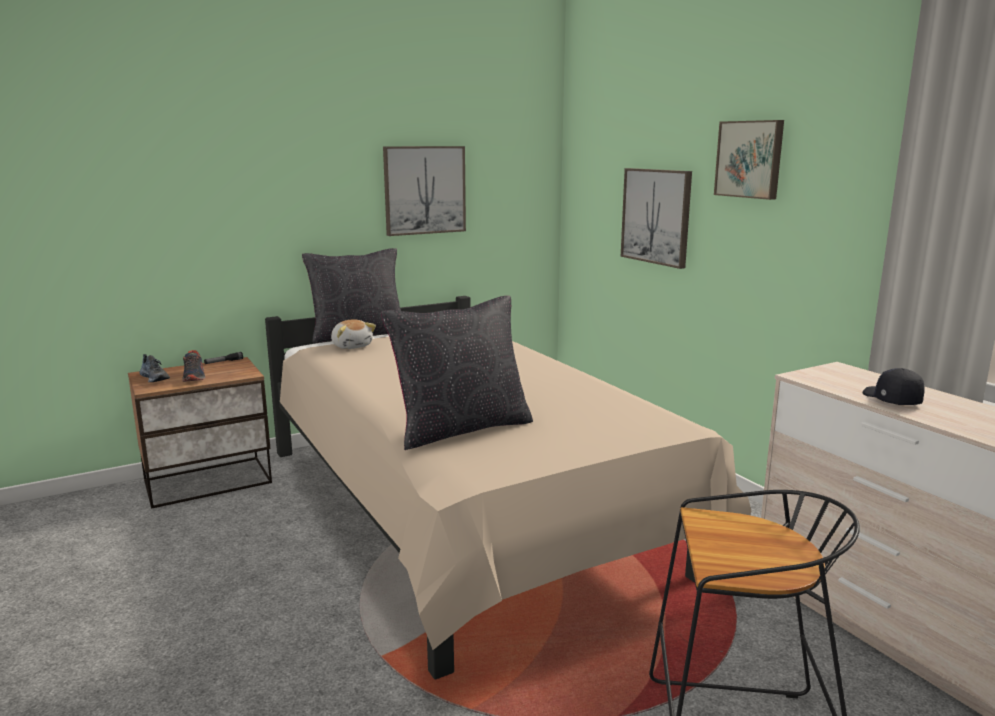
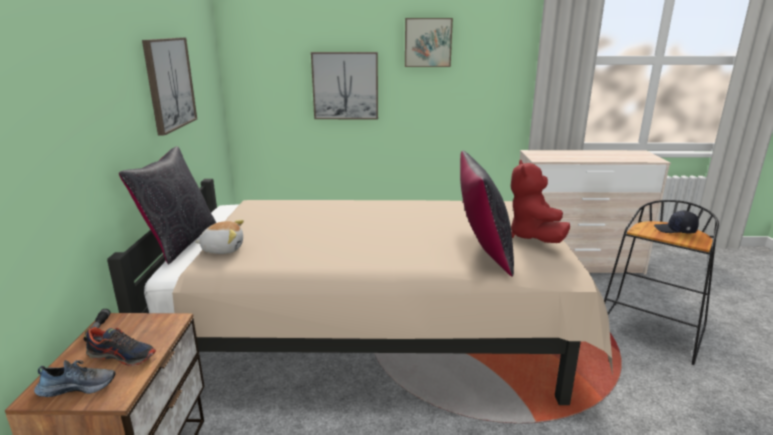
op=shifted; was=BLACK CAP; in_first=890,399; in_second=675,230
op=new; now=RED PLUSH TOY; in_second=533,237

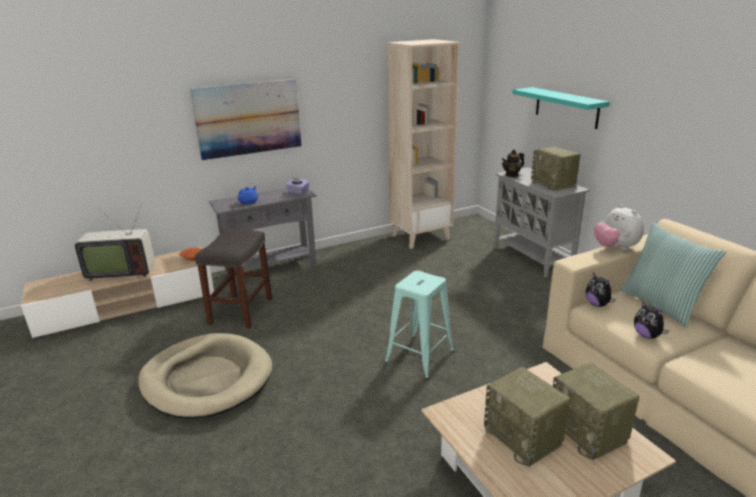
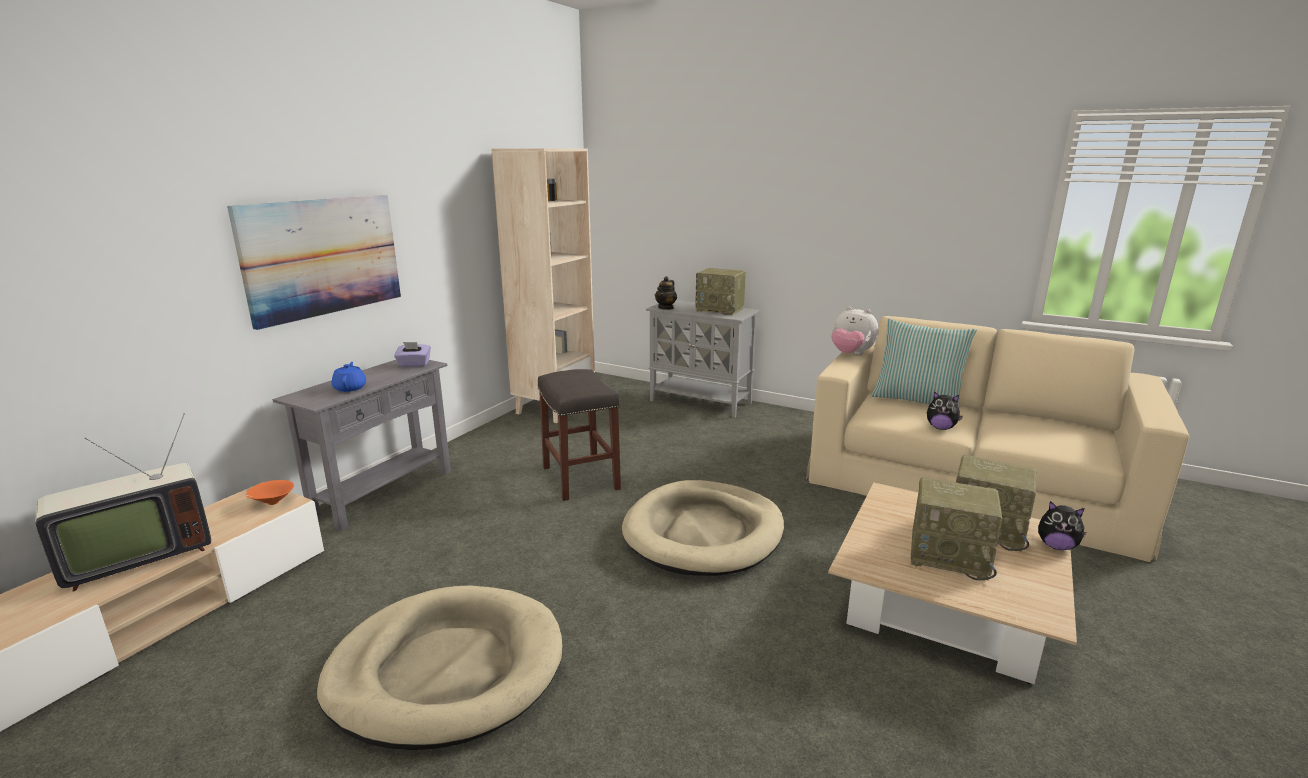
op=shifted; was=GREY STOOL; in_first=241,311; in_second=581,478
op=swapped; was=TURQUOISE STOOL; now=BEIGE DOG BED; in_first=420,356; in_second=704,533
op=gone; was=TURQUOISE SHELF; in_first=566,107
op=shifted; was=PLUSH TOY; in_first=597,304; in_second=1056,546

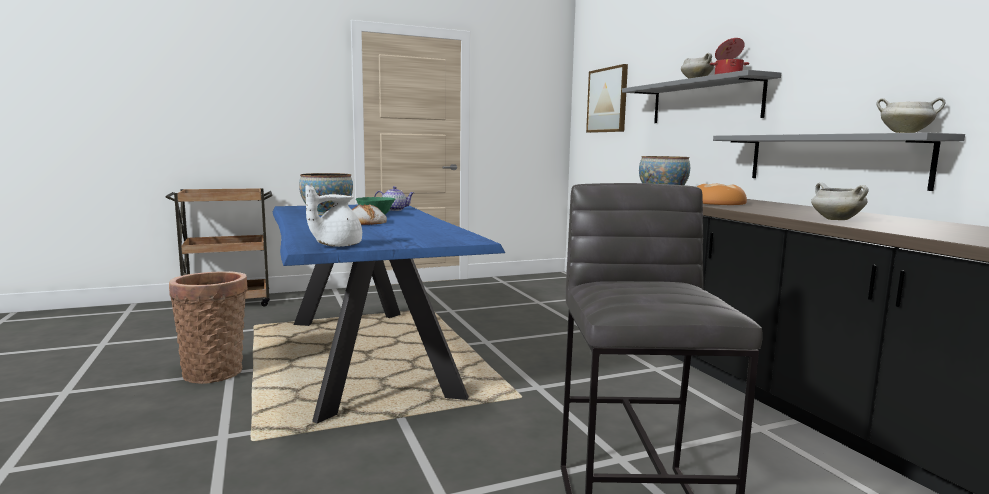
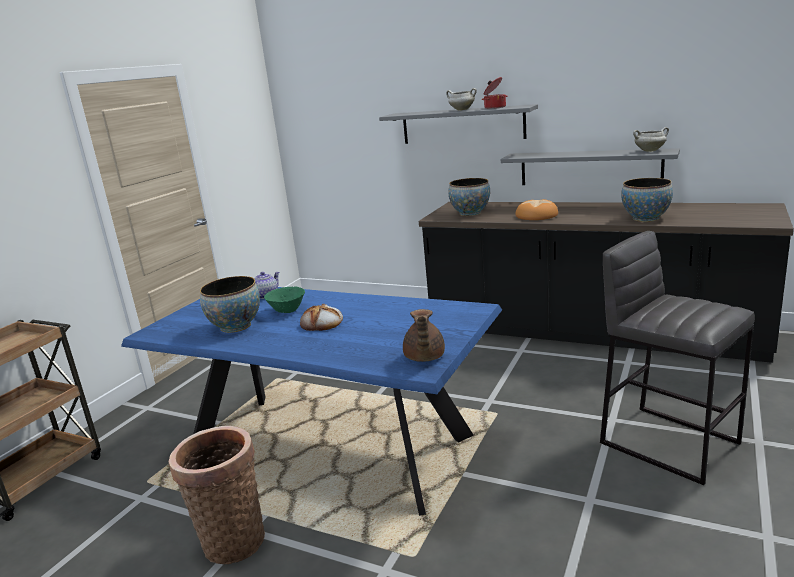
op=repainted; was=WHITE TEAPOT; now=BROWN TEAPOT; in_first=336,245; in_second=424,357
op=gone; was=PICTURE; in_first=607,100
op=swapped; was=WHITE COOKING POT; now=BOWL; in_first=835,219; in_second=645,218

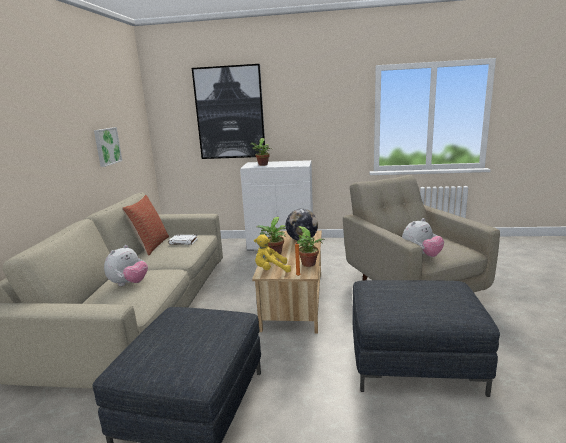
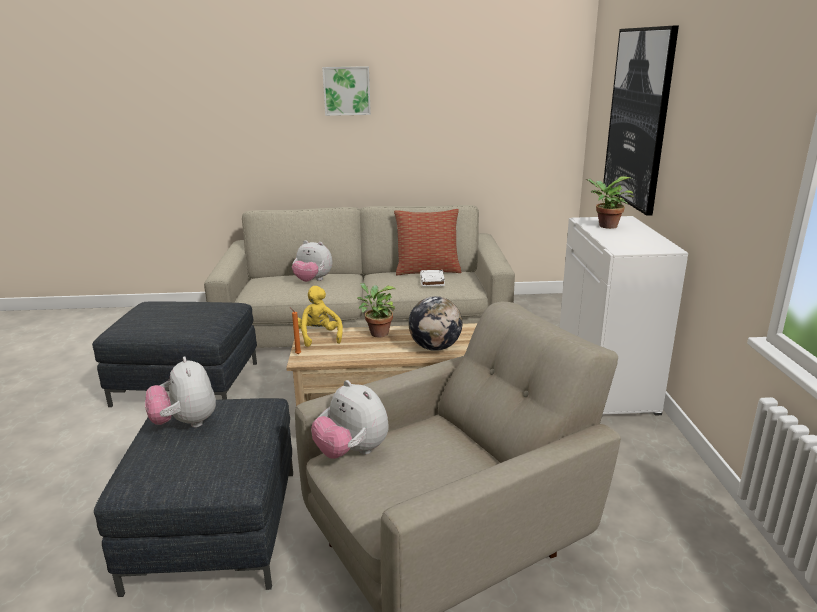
op=shifted; was=PICTURE; in_first=106,146; in_second=347,91
op=gone; was=POTTED PLANT; in_first=310,264
op=new; now=PLUSH TOY; in_second=186,423

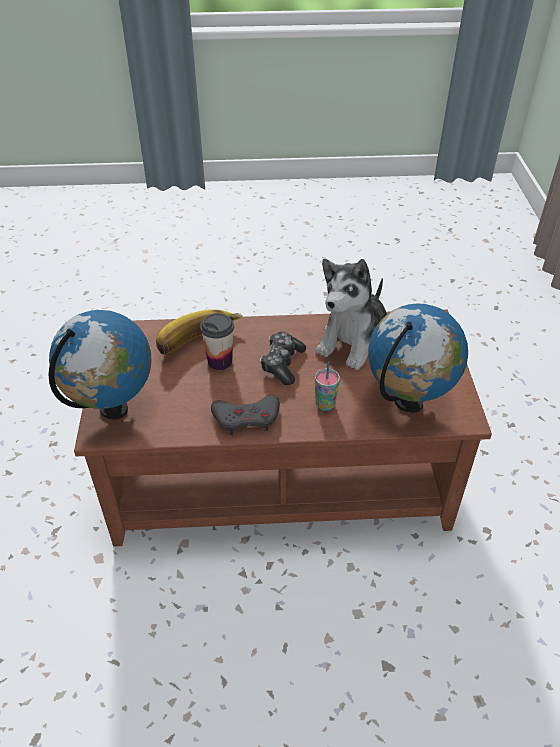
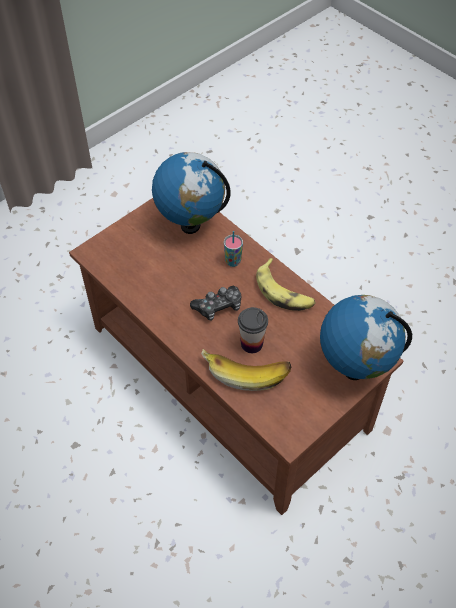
op=swapped; was=GREY GAME CONTROLLER; now=BANANA; in_first=247,418; in_second=284,292
op=gone; was=PLUSH TOY; in_first=354,340

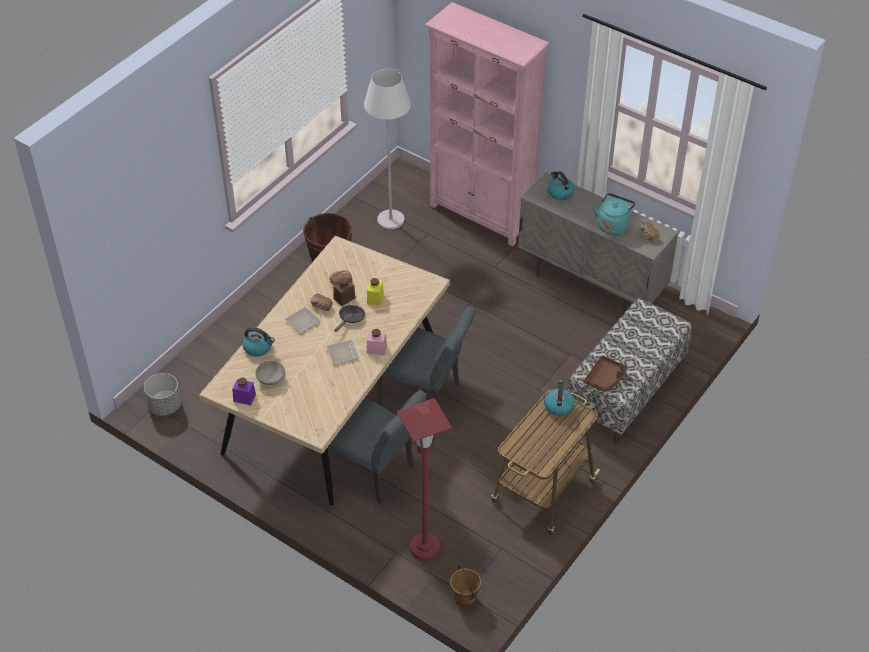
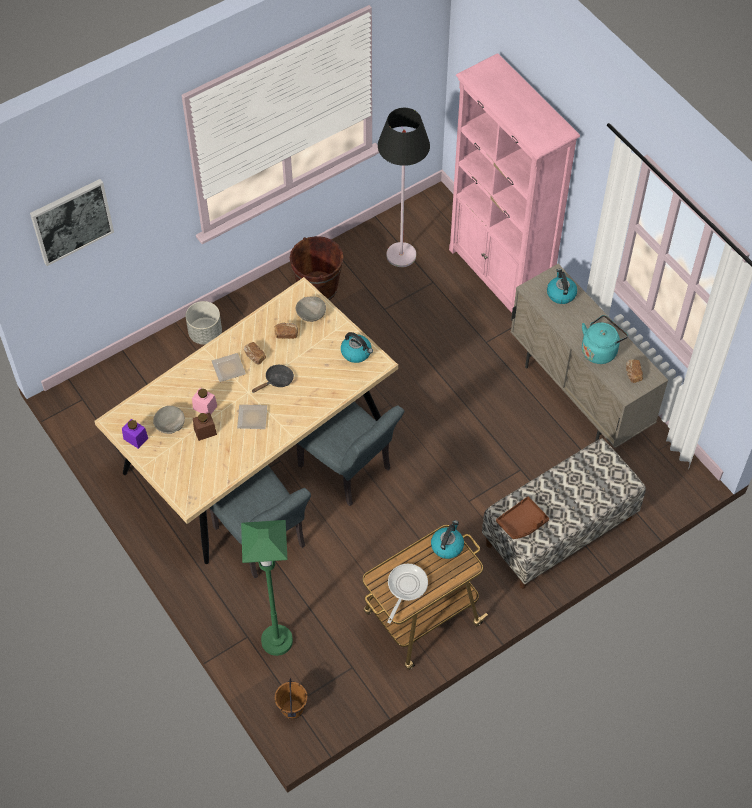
op=shifted; was=GREY PLANTER; in_first=165,406; in_second=205,333
op=shifted; was=KETTLE; in_first=258,348; in_second=356,352
op=shifted; was=BROWN JAR; in_first=344,298; in_second=205,431
op=repainted; was=WHITE FLOOR LAMP; now=BLACK FLOOR LAMP; in_first=390,220; in_second=401,255
op=gone; was=YELLOW JAR; in_first=375,298
op=shifted; was=PINK JAR; in_first=376,349; in_second=205,407
op=repainted; was=RED FLOOR LAMP; now=GREEN FLOOR LAMP; in_first=425,548; in_second=276,641
op=new; now=PICTURE; in_second=71,221
op=new; now=GREY BOWL; in_second=310,314
op=new; now=FRYING PAN; in_second=405,587

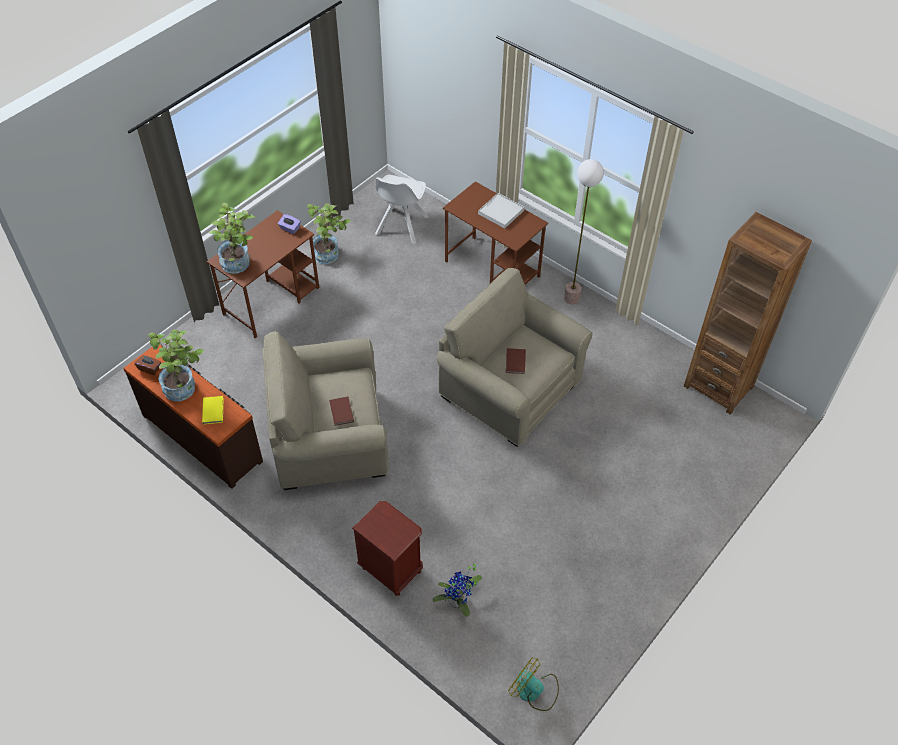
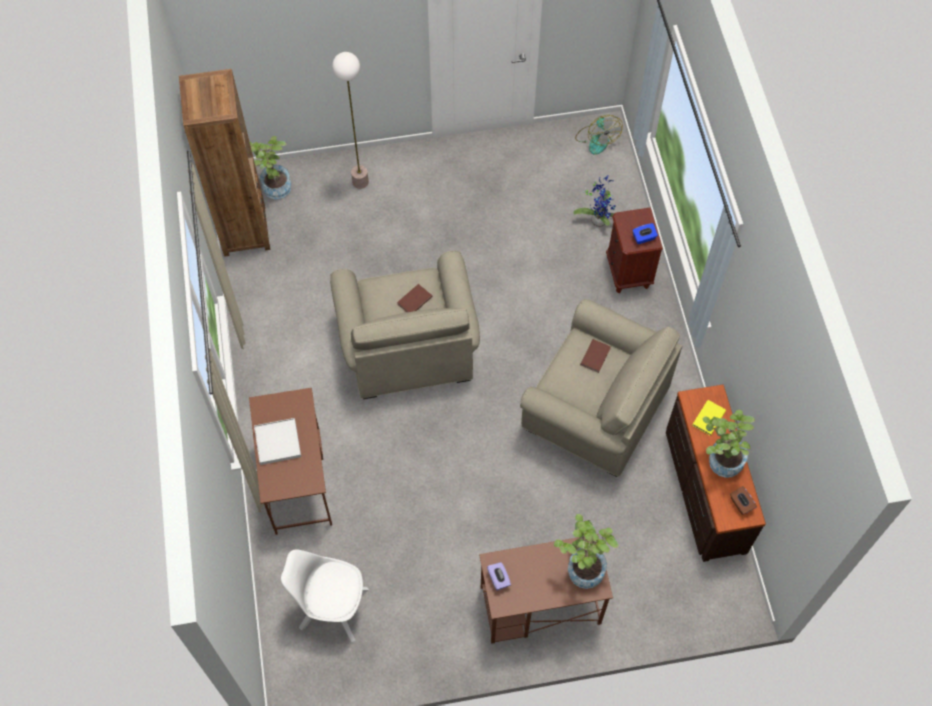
op=shifted; was=POTTED PLANT; in_first=330,254; in_second=273,186
op=rotated; was=WHITE CHAIR; in_first=401,226; in_second=331,607; clockwise=-135
op=shifted; was=FLOOR LAMP; in_first=571,298; in_second=360,182
op=new; now=BLUE TISSUE BOX; in_second=644,238

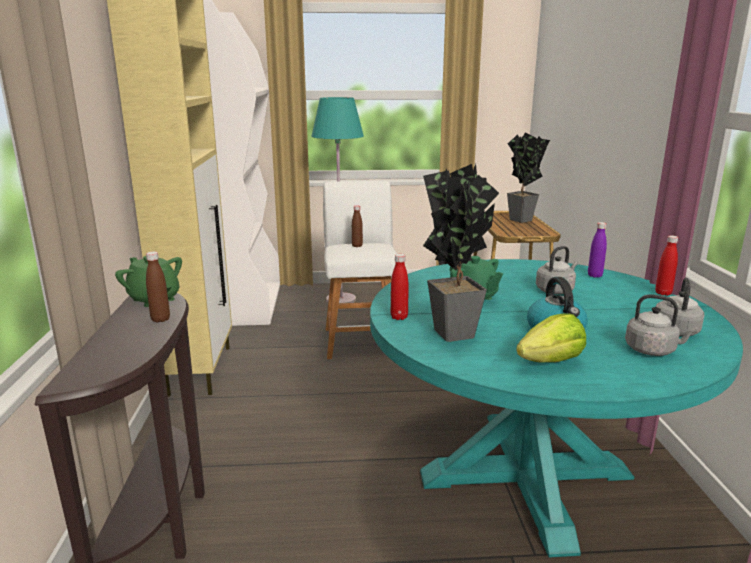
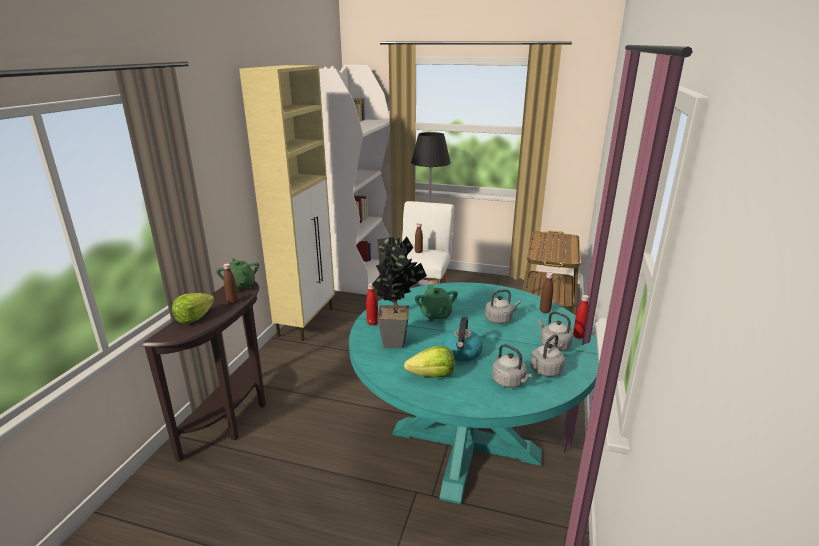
op=repainted; was=TURQUOISE FLOOR LAMP; now=BLACK FLOOR LAMP; in_first=341,300; in_second=428,282
op=gone; was=POTTED PLANT; in_first=521,221
op=repainted; was=PURPLE BOTTLE; now=BROWN BOTTLE; in_first=594,275; in_second=544,311
op=new; now=LETTUCE; in_second=194,318
op=new; now=GREY KETTLE; in_second=553,345

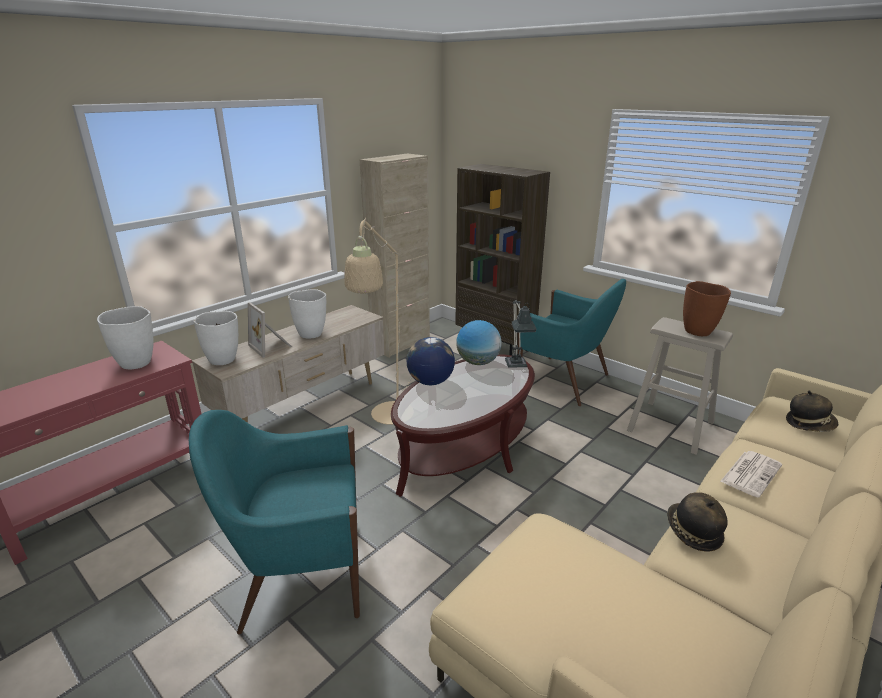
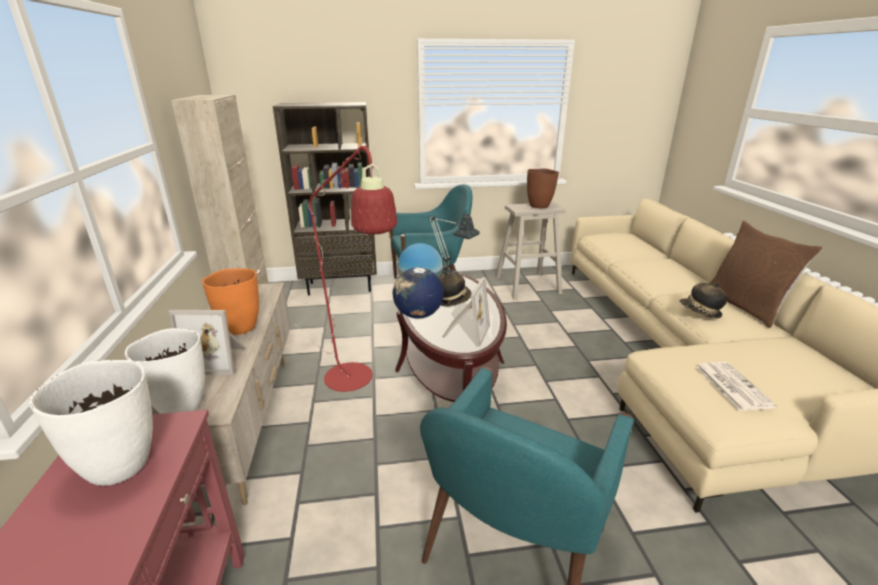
op=repainted; was=WHITE VASE; now=ORANGE VASE; in_first=311,334; in_second=240,327
op=repainted; was=BEIGE FLOOR LAMP; now=RED FLOOR LAMP; in_first=389,419; in_second=355,382
op=shifted; was=NEWSPAPER; in_first=750,473; in_second=731,386
op=shifted; was=HAT; in_first=809,424; in_second=452,299
op=new; now=PICTURE FRAME; in_second=465,332
op=new; now=BROWN PILLOW; in_second=744,306

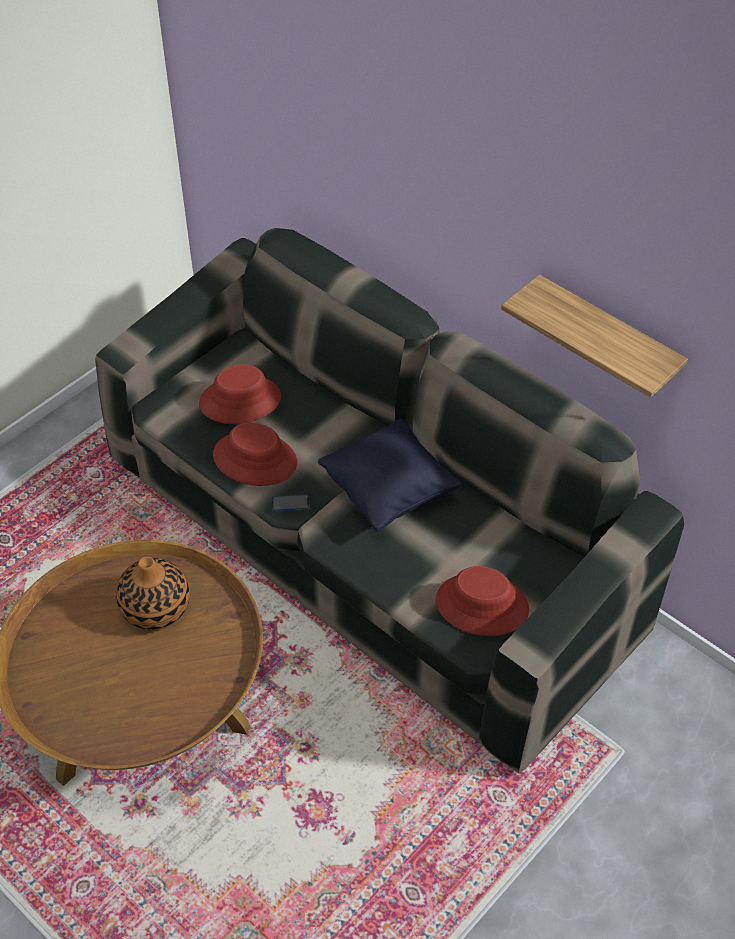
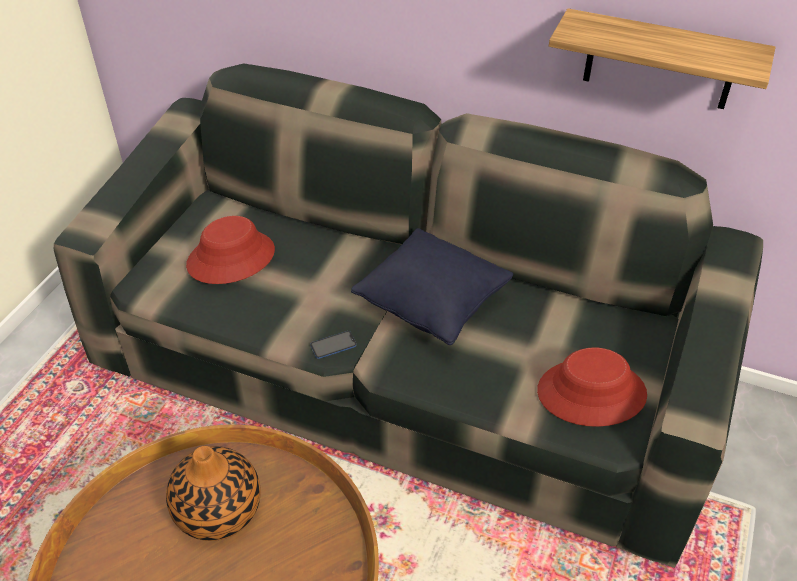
op=gone; was=RED HAT; in_first=255,459

